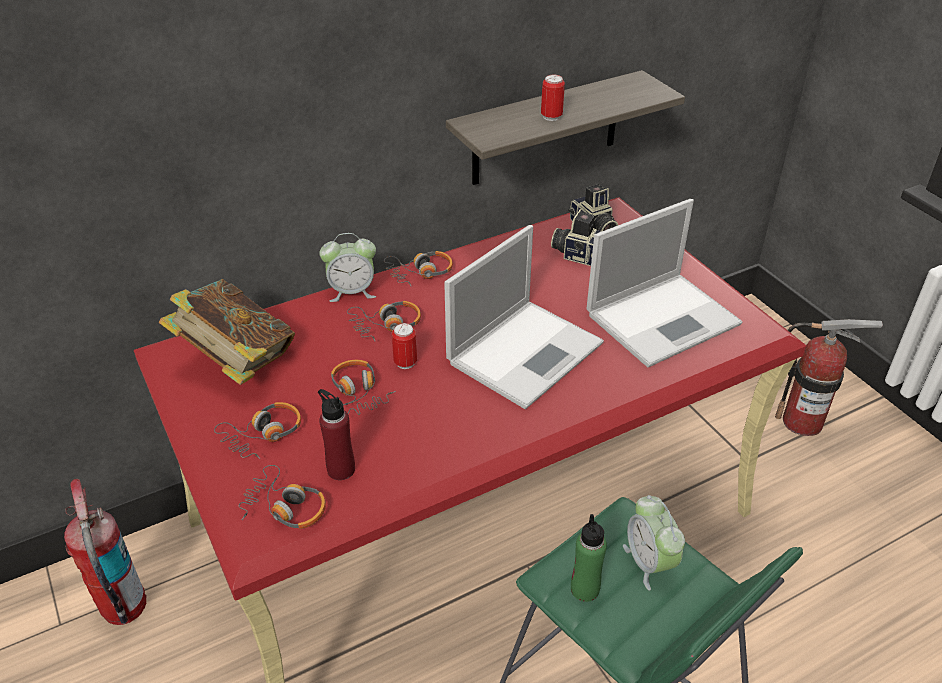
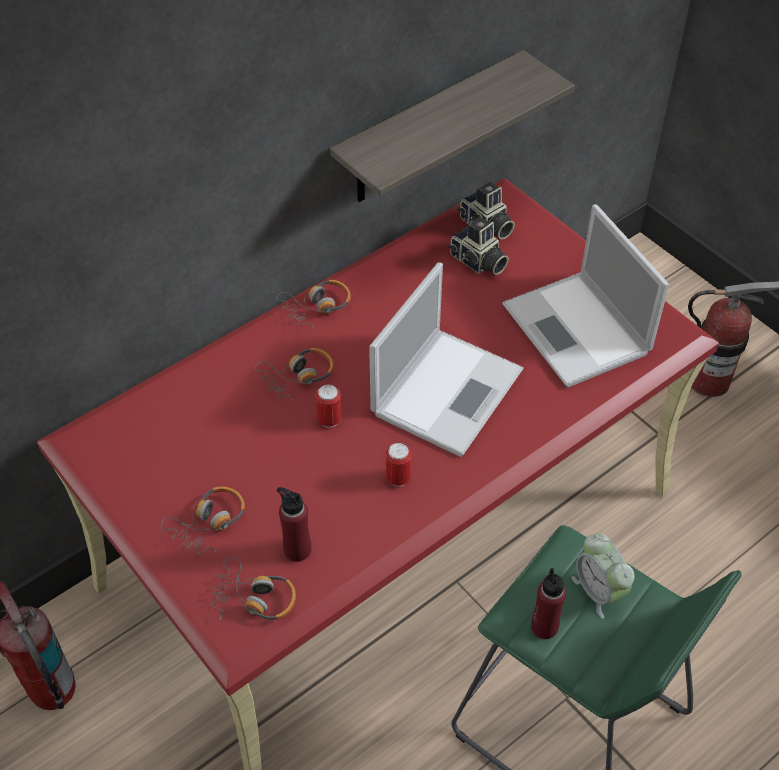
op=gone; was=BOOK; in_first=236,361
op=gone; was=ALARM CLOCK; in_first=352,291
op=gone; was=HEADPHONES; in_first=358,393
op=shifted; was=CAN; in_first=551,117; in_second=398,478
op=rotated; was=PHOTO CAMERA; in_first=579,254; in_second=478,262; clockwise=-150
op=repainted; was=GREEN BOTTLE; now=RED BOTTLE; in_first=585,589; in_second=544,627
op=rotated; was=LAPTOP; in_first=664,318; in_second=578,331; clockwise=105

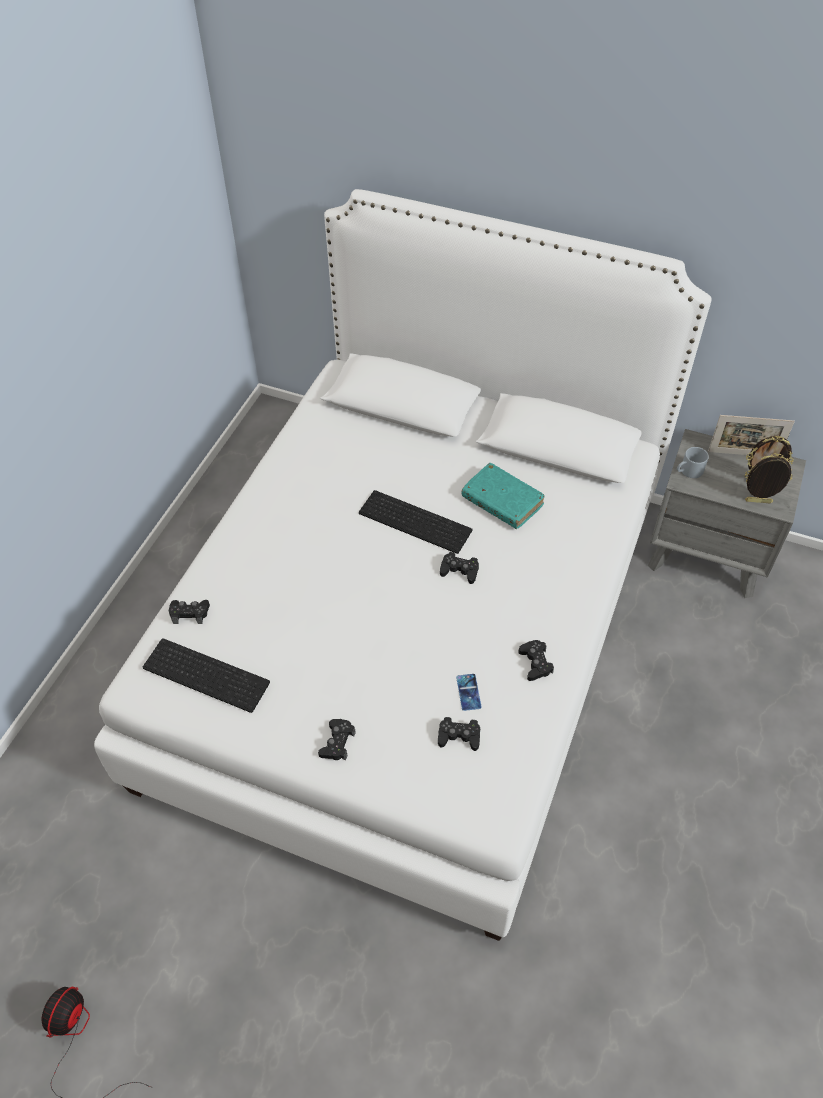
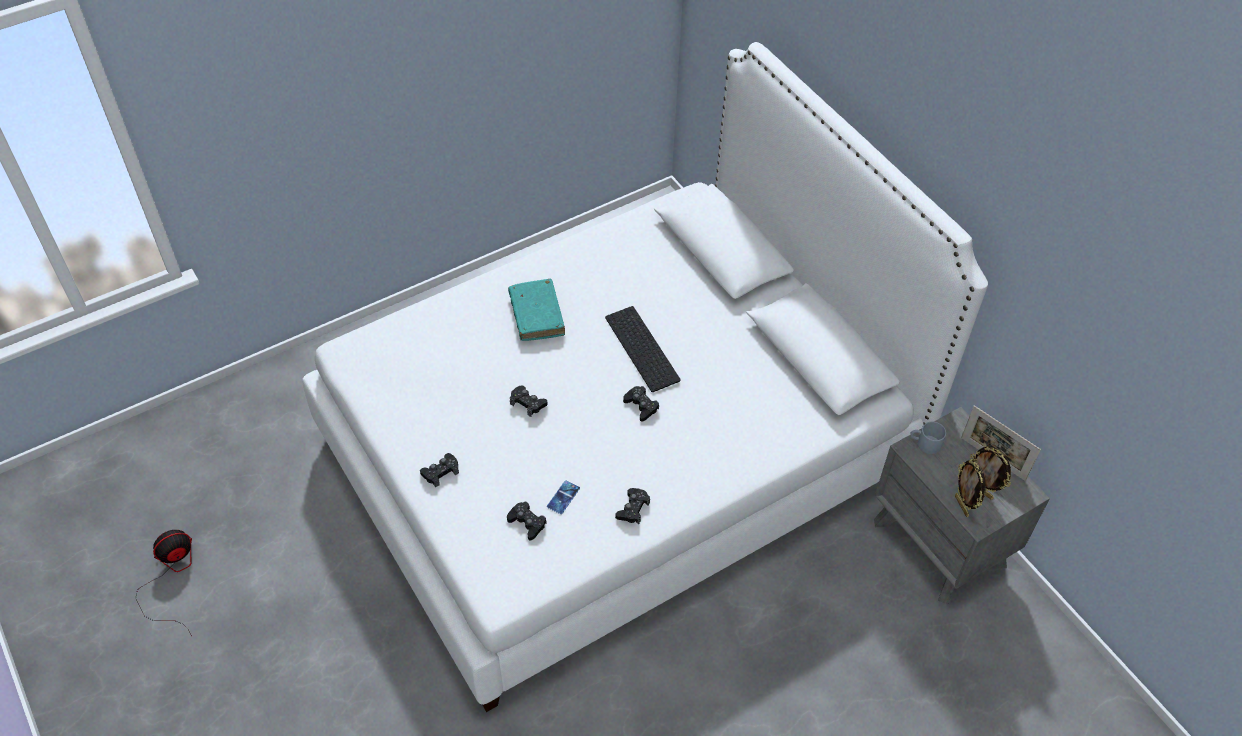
op=gone; was=KEYBOARD; in_first=208,673
op=shifted; was=BLACK GAME CONTROLLER; in_first=190,613; in_second=528,403
op=shifted; was=TURQUOISE BOOK; in_first=502,502; in_second=536,315
op=rotated; was=PICTURE FRAME; in_first=758,502; in_second=962,506; clockwise=-150

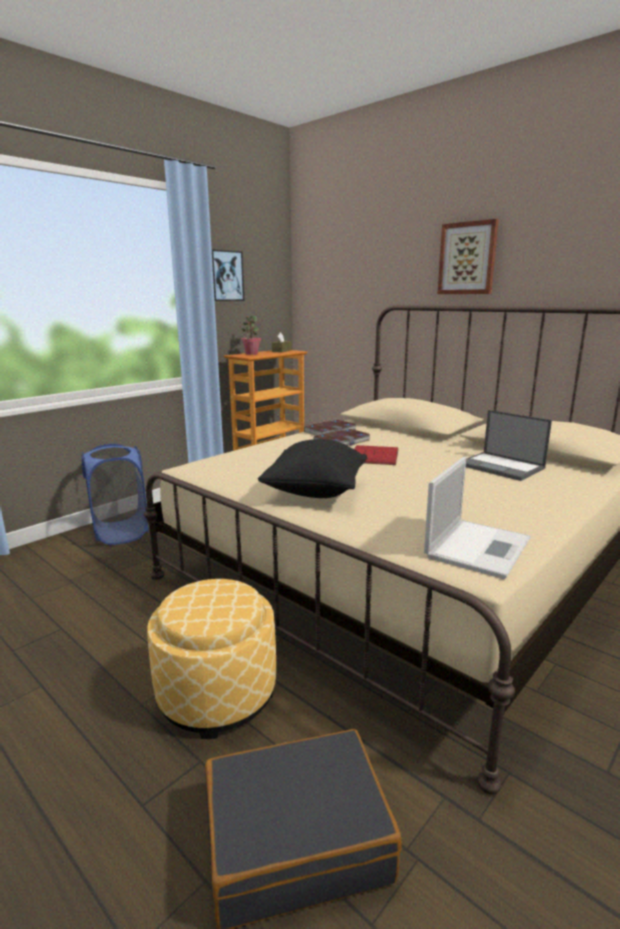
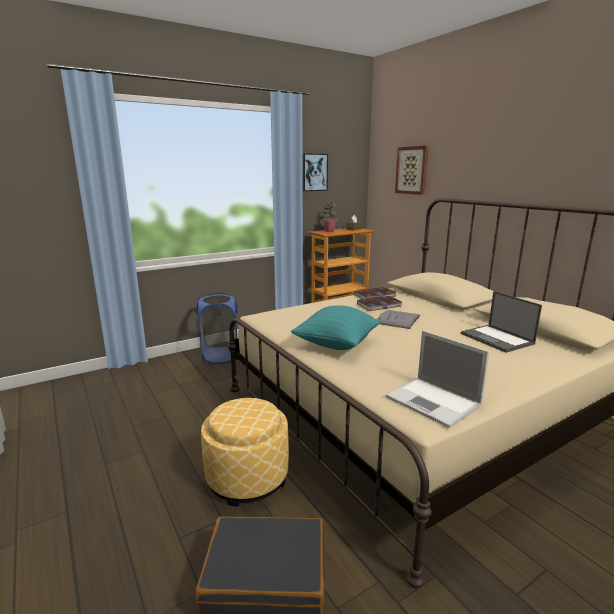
op=repainted; was=BLACK PILLOW; now=TURQUOISE PILLOW; in_first=316,492; in_second=337,344
op=repainted; was=RED BOOK; now=GREY BOOK; in_first=375,455; in_second=398,319
op=rotated; was=LAPTOP; in_first=478,547; in_second=434,402; clockwise=90
op=shifted; was=PICTURE; in_first=467,258; in_second=412,170

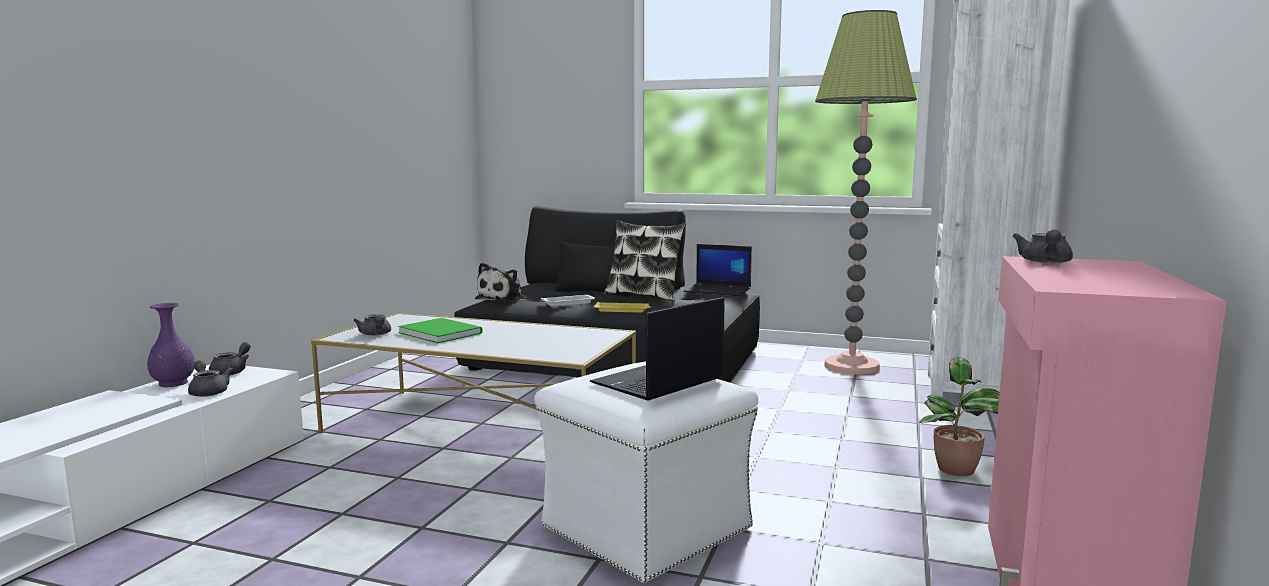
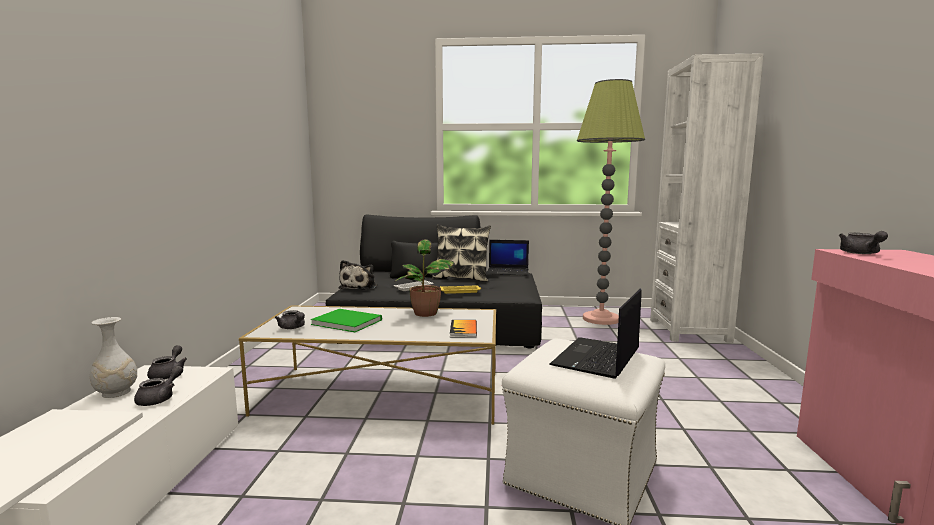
op=repainted; was=PURPLE VASE; now=WHITE VASE; in_first=172,383; in_second=115,393
op=rotated; was=GREY TEAPOT; in_first=208,391; in_second=160,398; clockwise=75
op=shifted; was=POTTED PLANT; in_first=957,470; in_second=426,314
op=new; now=BOOK; in_second=463,330

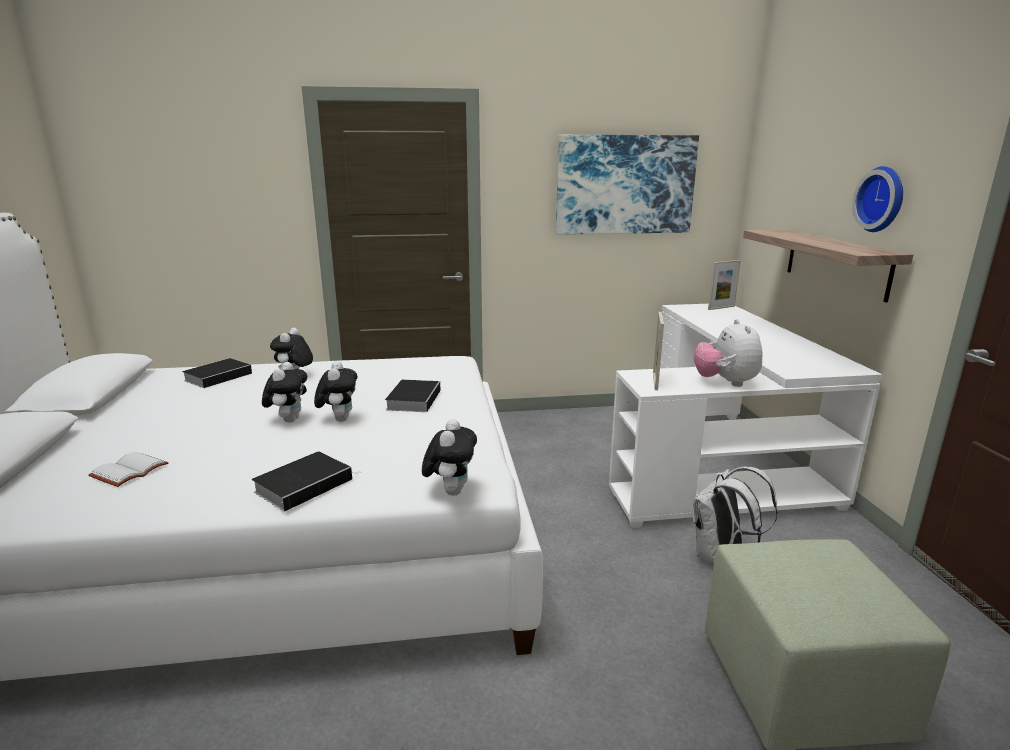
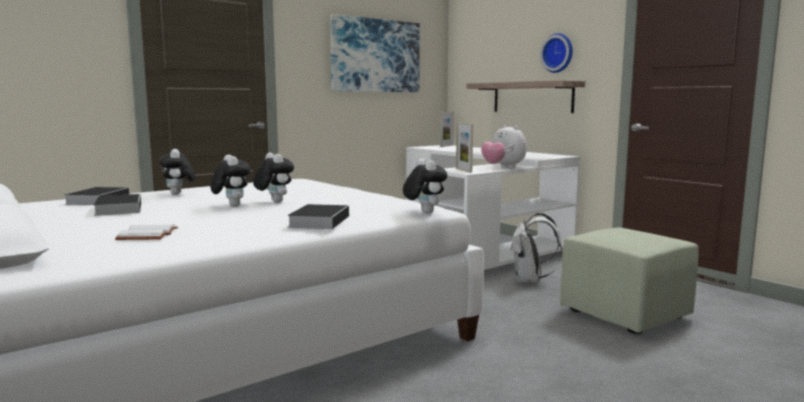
op=shifted; was=BOOK; in_first=414,399; in_second=118,209

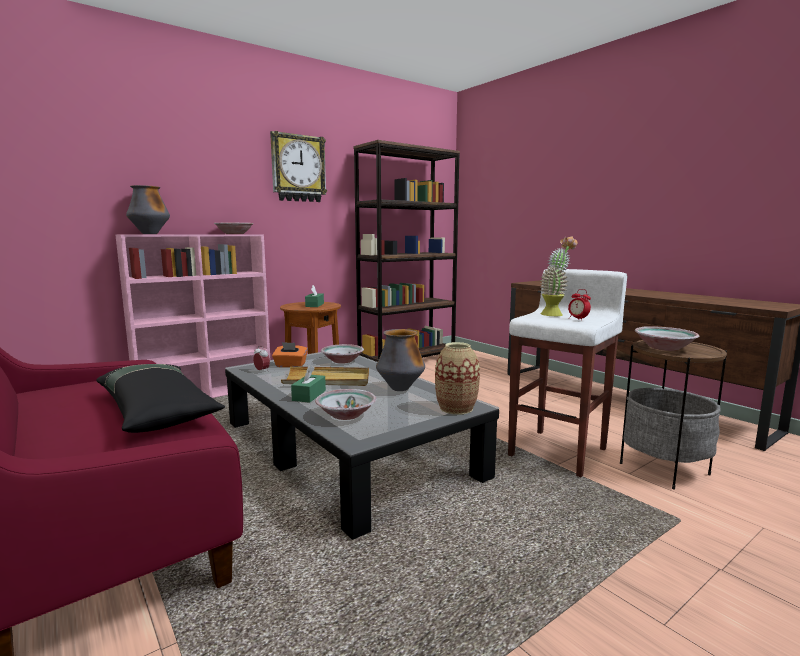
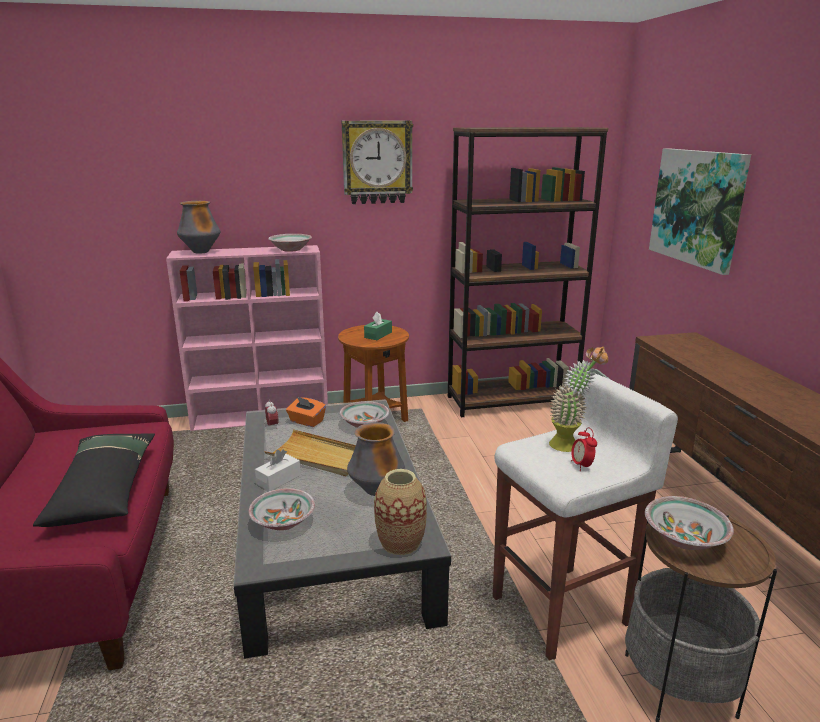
op=repainted; was=GREEN TISSUE BOX; now=WHITE TISSUE BOX; in_first=309,395; in_second=278,479
op=new; now=PICTURE; in_second=697,207

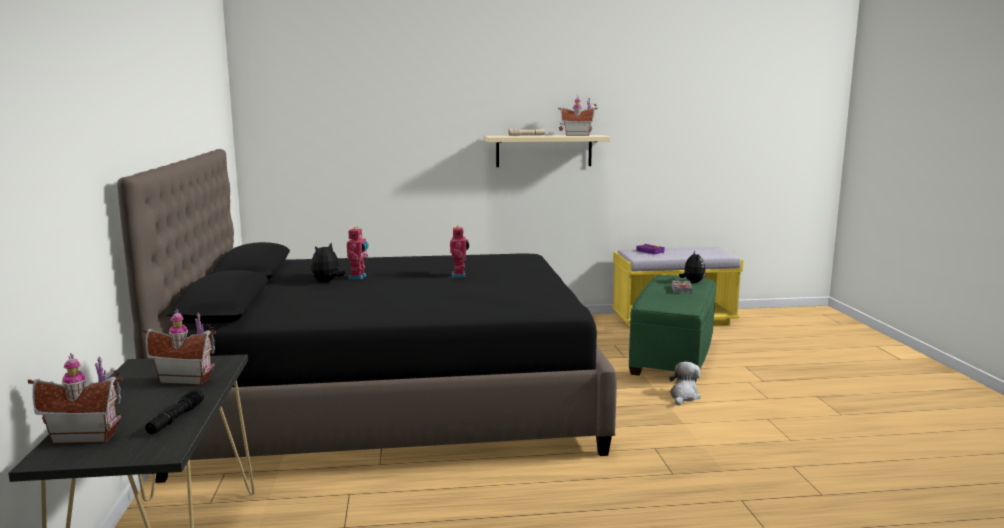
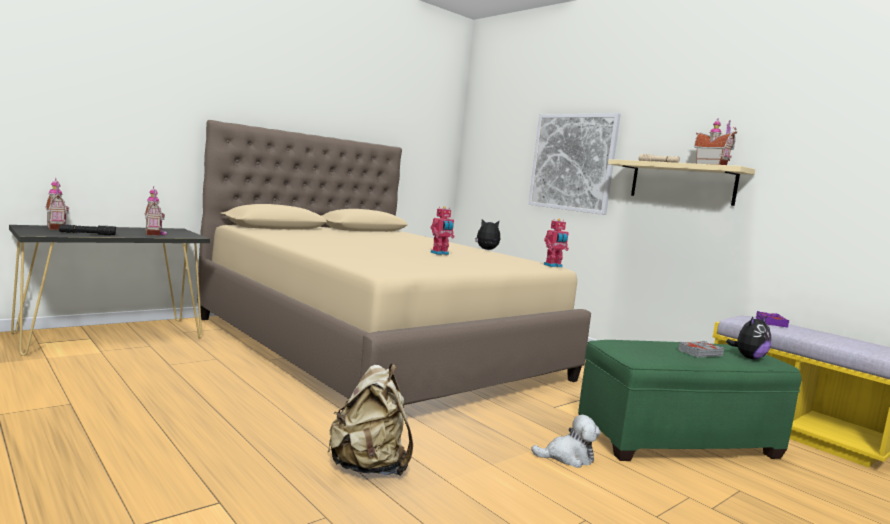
op=repainted; was=BLACK BED; now=BEIGE BED; in_first=392,401; in_second=376,347
op=shifted; was=PLUSH TOY; in_first=327,281; in_second=487,250
op=shifted; was=TOY ROBOT; in_first=358,277; in_second=553,266
op=new; now=BEIGE BACKPACK; in_second=369,467
op=new; now=PICTURE; in_second=572,162

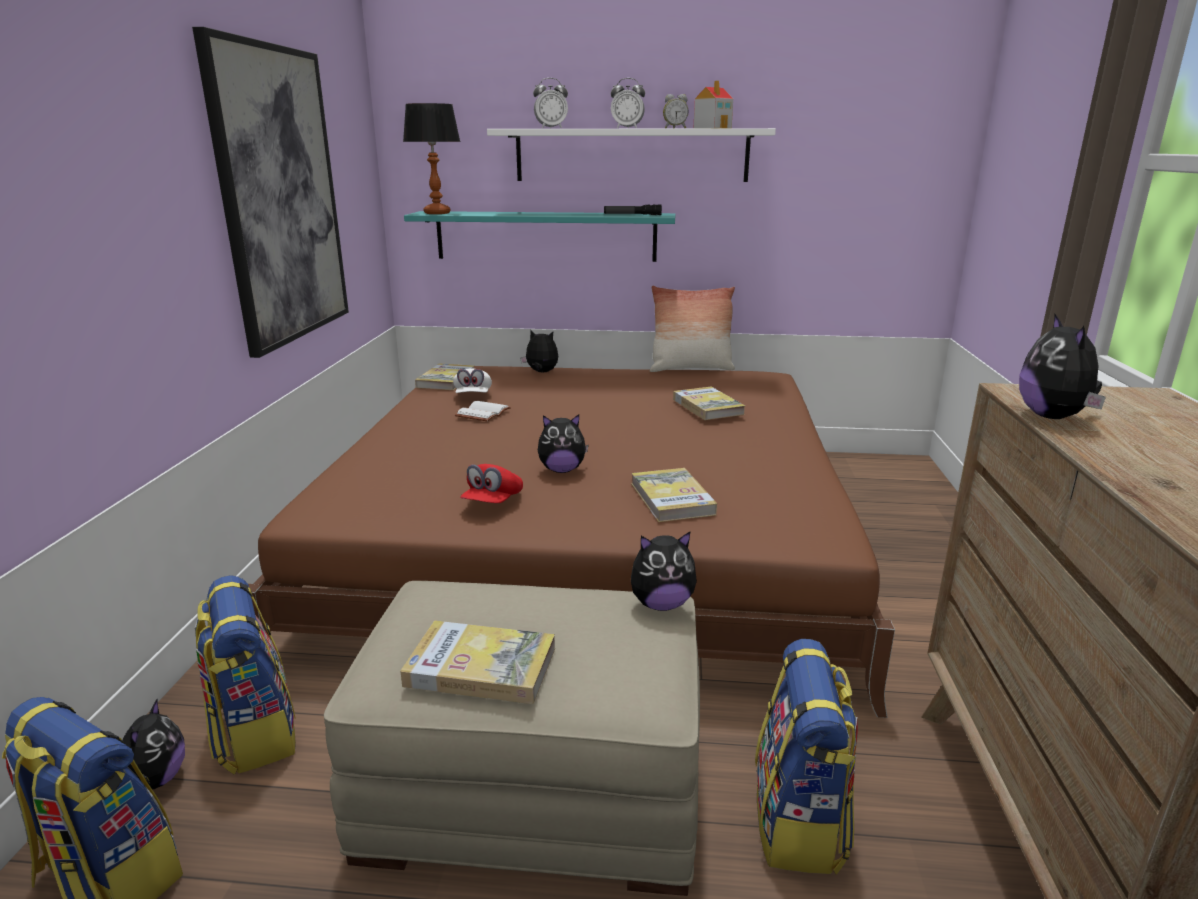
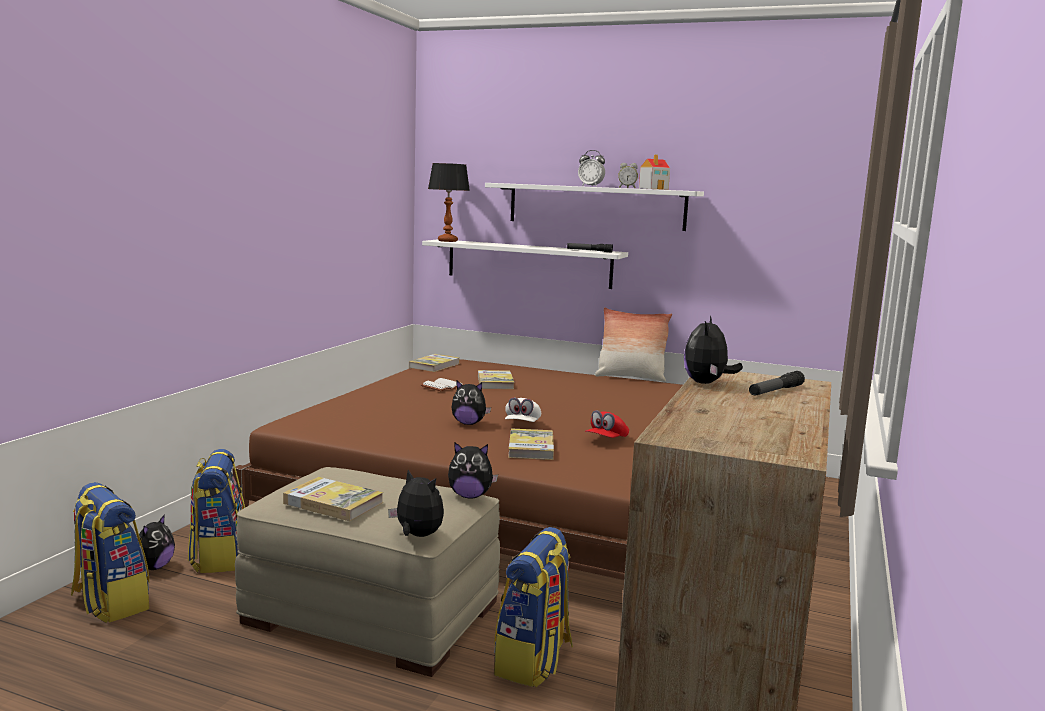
op=gone; was=PICTURE; in_first=280,196
op=repainted; was=TURQUOISE SHELF; now=WHITE SHELF; in_first=545,236; in_second=528,263
op=shifted; was=WHITE CAP; in_first=473,396; in_second=522,425
op=shifted; was=RED CAP; in_first=492,502; in_second=606,440
op=shifted; was=PLUSH TOY; in_first=541,372; in_second=417,535
op=gone; was=ALARM CLOCK; in_first=551,128
op=shifted; was=BOOK; in_first=707,407; in_second=495,382
op=new; now=FLASHLIGHT; in_second=775,391

